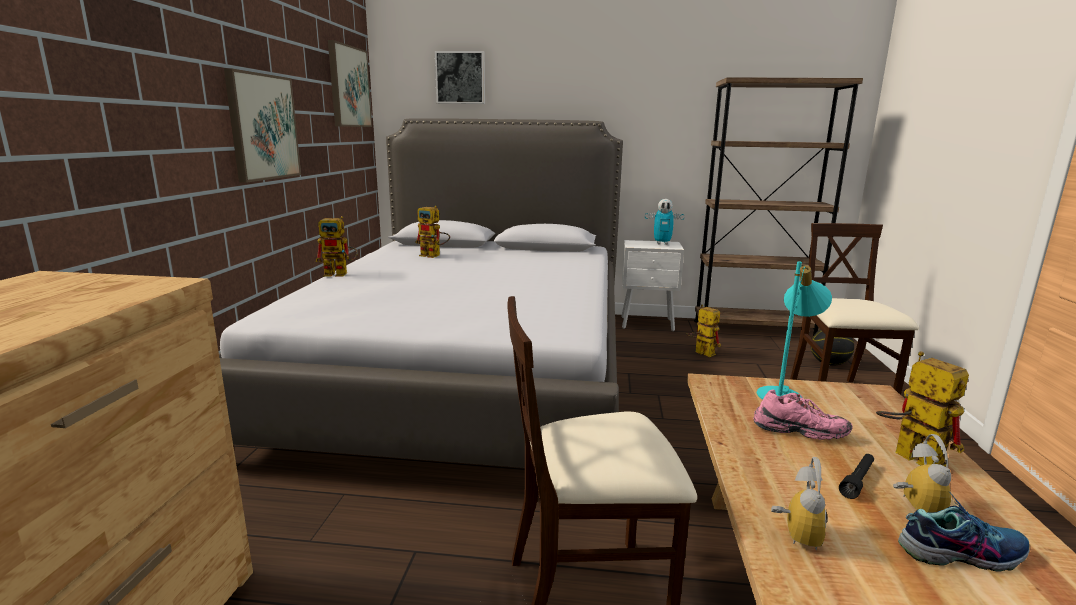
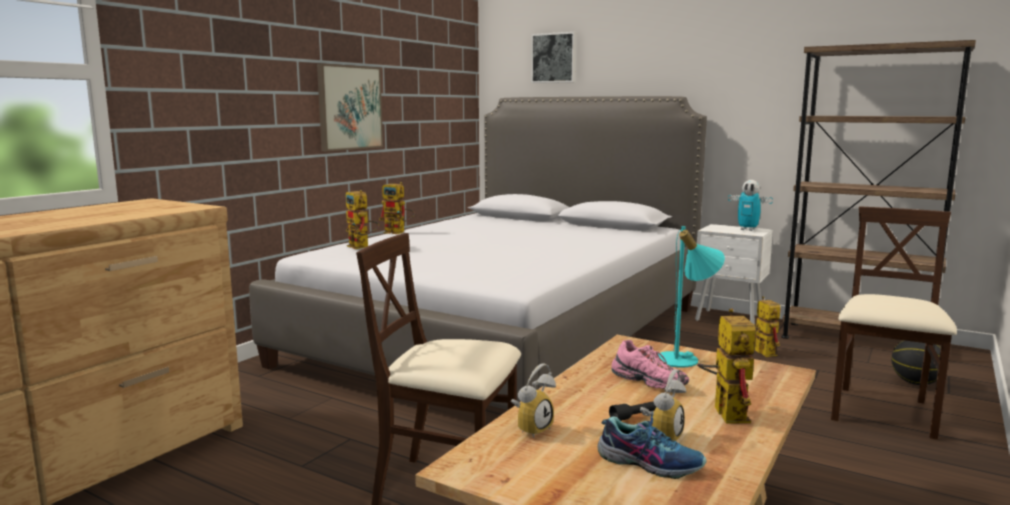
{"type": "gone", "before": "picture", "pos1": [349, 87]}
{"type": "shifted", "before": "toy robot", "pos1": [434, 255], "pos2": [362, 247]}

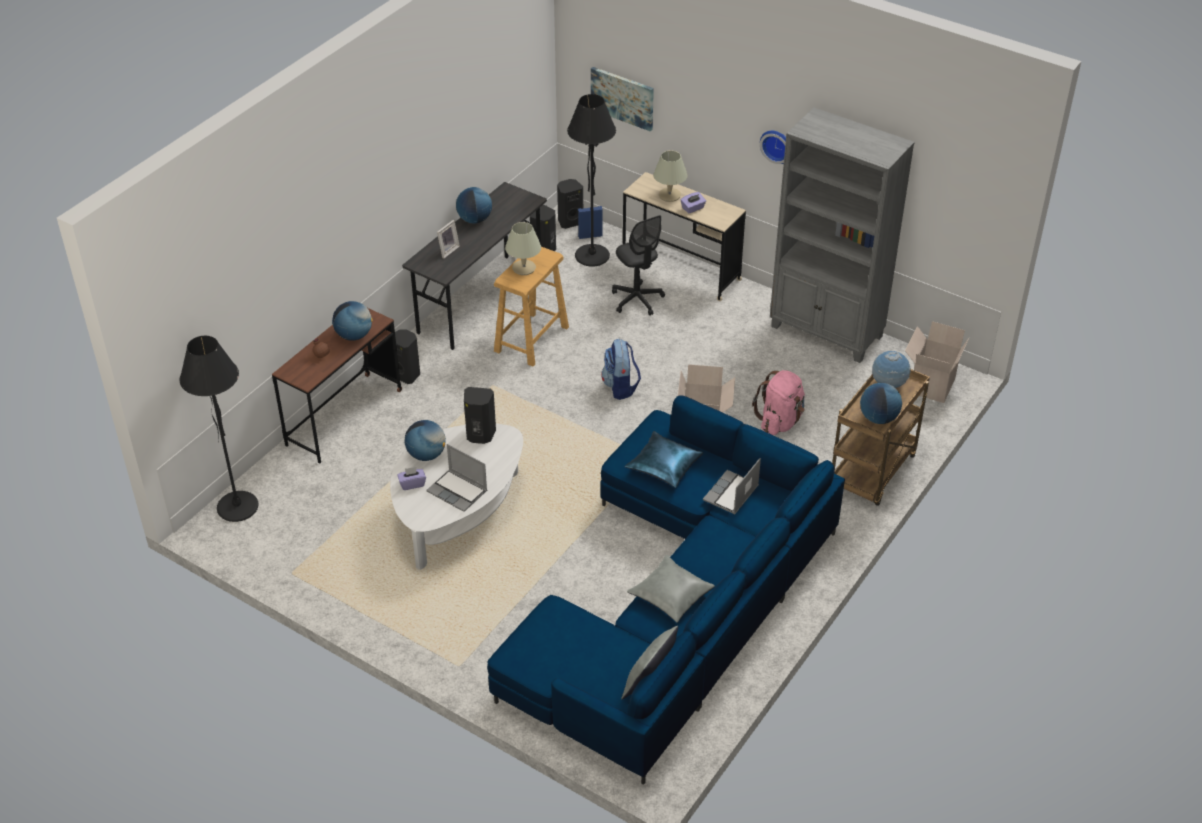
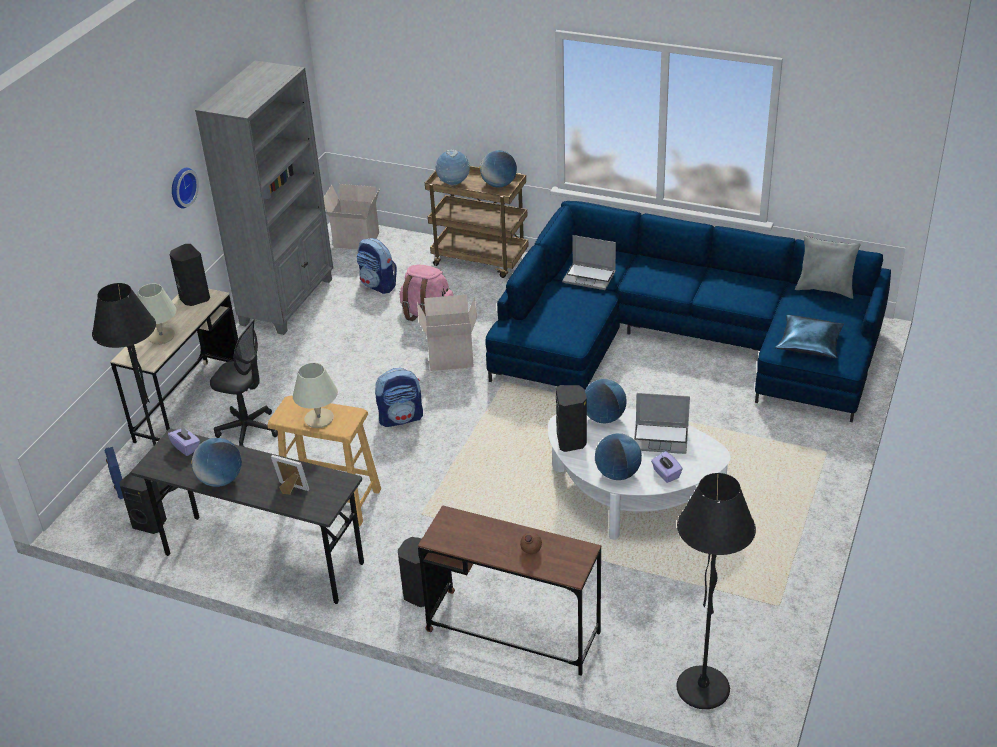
{"type": "shifted", "before": "globe", "pos1": [354, 335], "pos2": [603, 418]}
{"type": "rotated", "before": "laptop", "pos1": [458, 491], "pos2": [661, 439], "turn": 75}
{"type": "shifted", "before": "black speaker", "pos1": [569, 221], "pos2": [194, 298]}
{"type": "gone", "before": "picture", "pos1": [622, 98]}
{"type": "rotated", "before": "black office chair", "pos1": [637, 300], "pos2": [248, 430], "turn": 60}
{"type": "shifted", "before": "blue pillow", "pos1": [663, 466], "pos2": [810, 343]}
{"type": "gone", "before": "grey pillow", "pos1": [670, 595]}
{"type": "shifted", "before": "purple tissue box", "pos1": [693, 208], "pos2": [186, 447]}
{"type": "new", "after": "backpack", "pos2": [378, 285]}

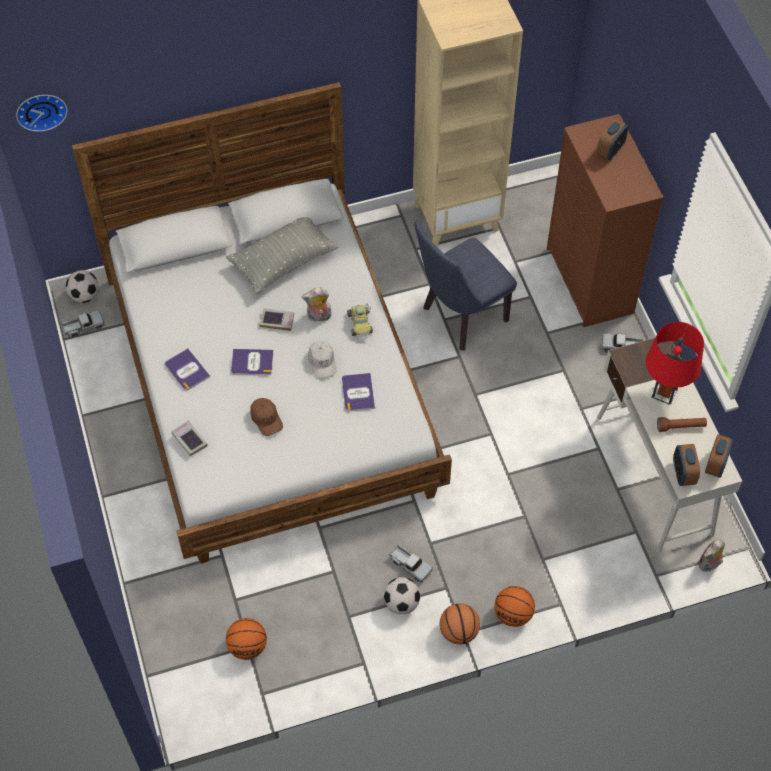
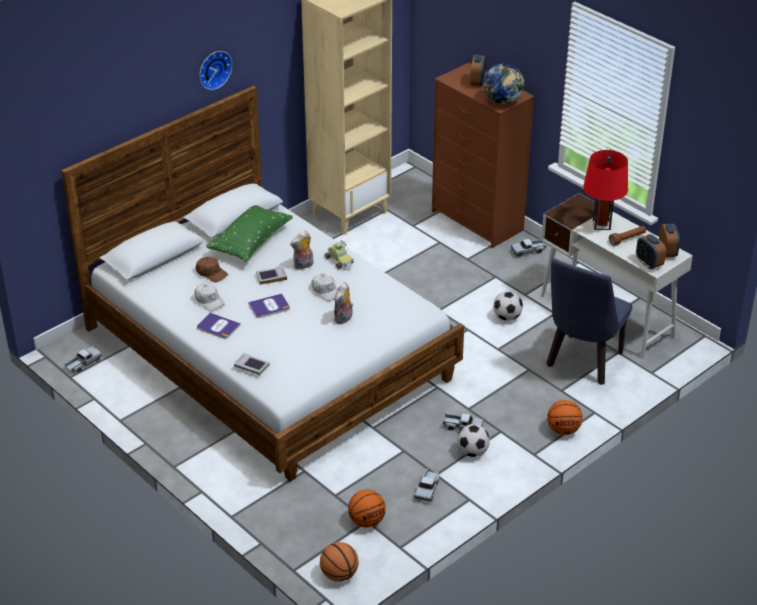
{"type": "shifted", "before": "wall clock", "pos1": [41, 110], "pos2": [213, 69]}
{"type": "shifted", "before": "football", "pos1": [85, 296], "pos2": [507, 317]}
{"type": "repainted", "before": "grey pillow", "after": "green pillow", "pos1": [283, 261], "pos2": [250, 242]}
{"type": "shifted", "before": "brown cap", "pos1": [266, 419], "pos2": [211, 273]}
{"type": "gone", "before": "book", "pos1": [358, 392]}
{"type": "shifted", "before": "blue chair", "pos1": [460, 318], "pos2": [582, 363]}
{"type": "shifted", "before": "basketball", "pos1": [458, 631], "pos2": [339, 574]}
{"type": "shifted", "before": "plush toy", "pos1": [709, 565], "pos2": [344, 319]}
{"type": "new", "after": "white cap", "pos2": [209, 300]}
{"type": "new", "after": "toy truck", "pos2": [427, 489]}
{"type": "new", "after": "globe", "pos2": [503, 101]}

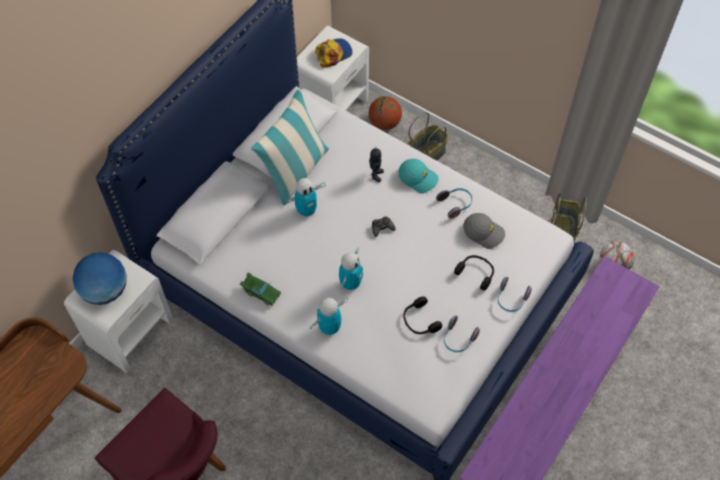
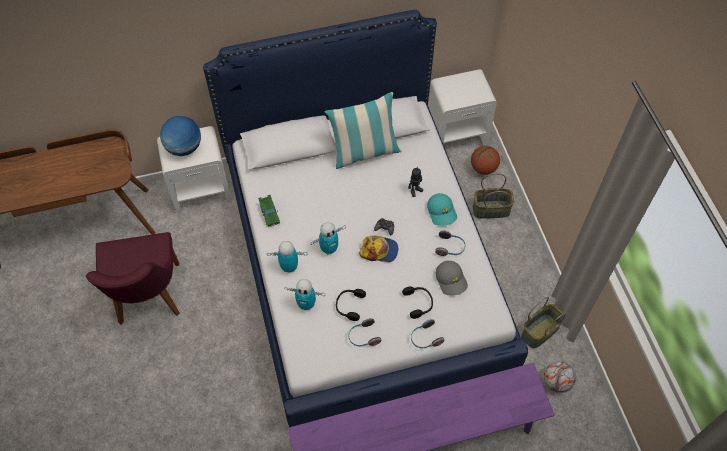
{"type": "shifted", "before": "toy robot", "pos1": [306, 211], "pos2": [306, 304]}
{"type": "shifted", "before": "cap", "pos1": [333, 54], "pos2": [379, 250]}

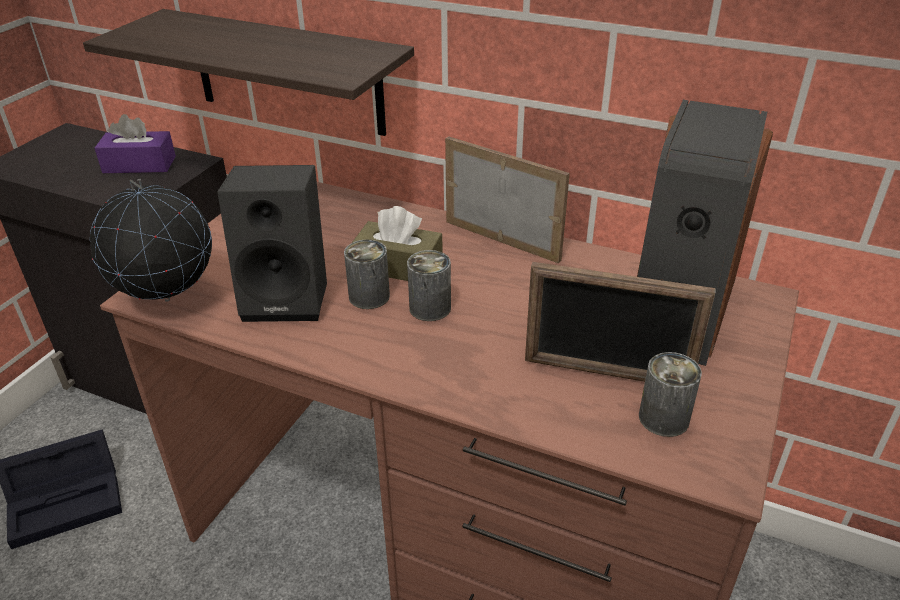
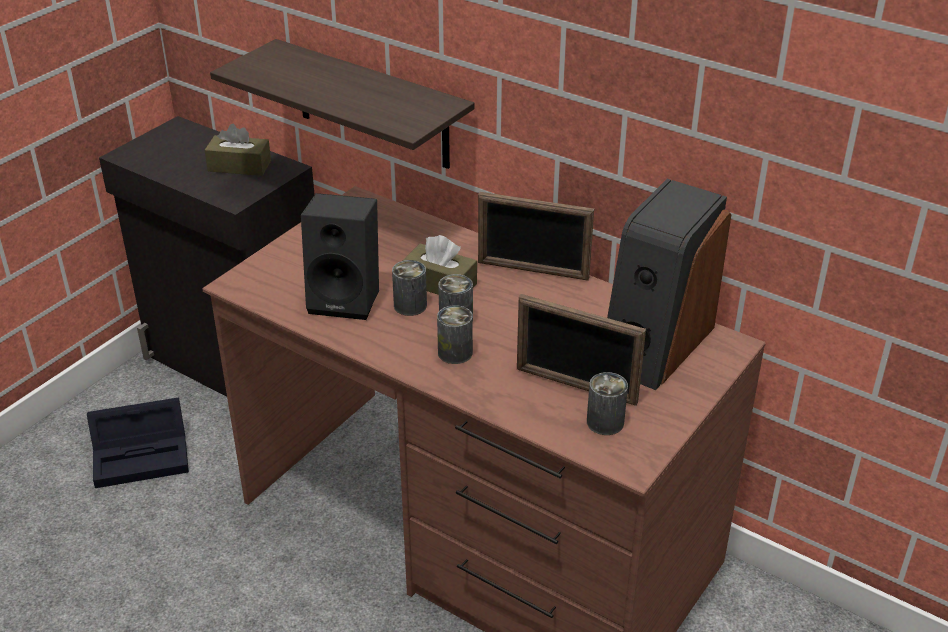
{"type": "gone", "before": "globe", "pos1": [169, 301]}
{"type": "repainted", "before": "purple tissue box", "after": "brown tissue box", "pos1": [139, 165], "pos2": [239, 166]}
{"type": "rotated", "before": "picture frame", "pos1": [502, 240], "pos2": [533, 270], "turn": 150}
{"type": "new", "after": "can", "pos2": [455, 353]}

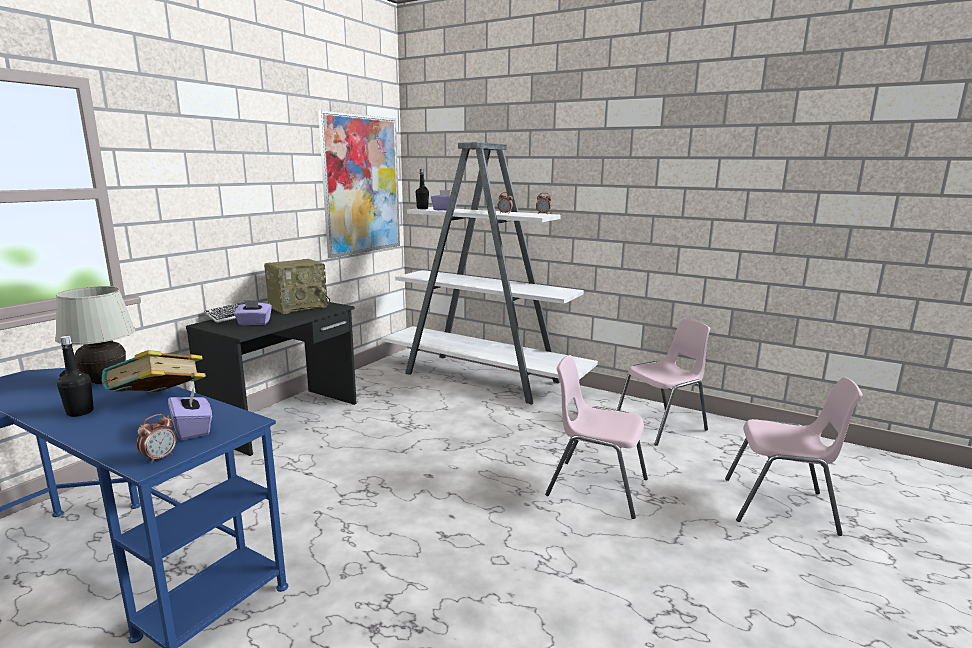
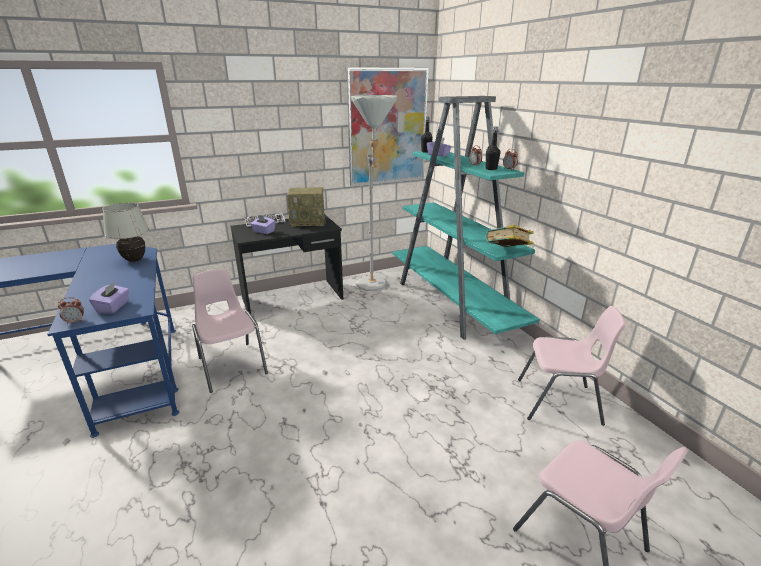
{"type": "shifted", "before": "black bottle", "pos1": [80, 412], "pos2": [491, 169]}
{"type": "shifted", "before": "book", "pos1": [158, 401], "pos2": [507, 252]}
{"type": "repainted", "before": "white bookcase", "after": "turquoise bookcase", "pos1": [484, 378], "pos2": [452, 304]}
{"type": "shifted", "before": "pink chair", "pos1": [595, 487], "pos2": [231, 365]}
{"type": "new", "after": "grey floor lamp", "pos2": [374, 287]}

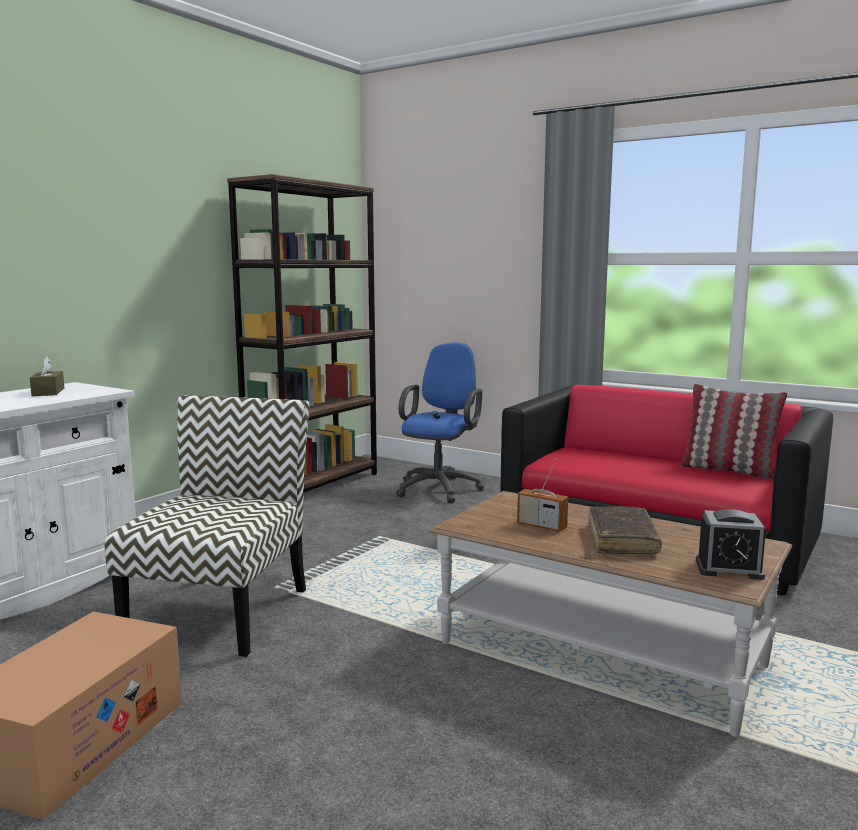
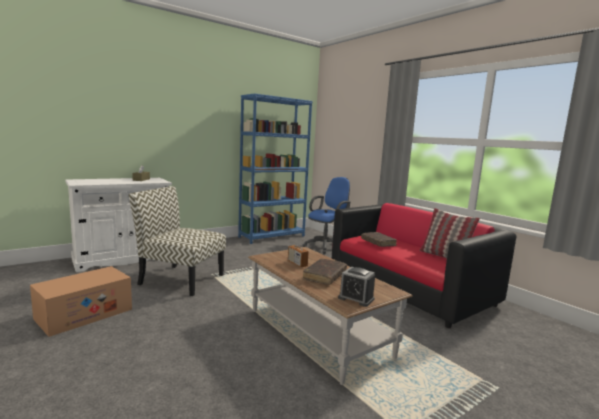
{"type": "rotated", "before": "chair", "pos1": [220, 612], "pos2": [180, 279], "turn": -105}
{"type": "repainted", "before": "brown bookcase", "after": "blue bookcase", "pos1": [314, 485], "pos2": [272, 236]}
{"type": "new", "after": "brown book", "pos2": [378, 243]}

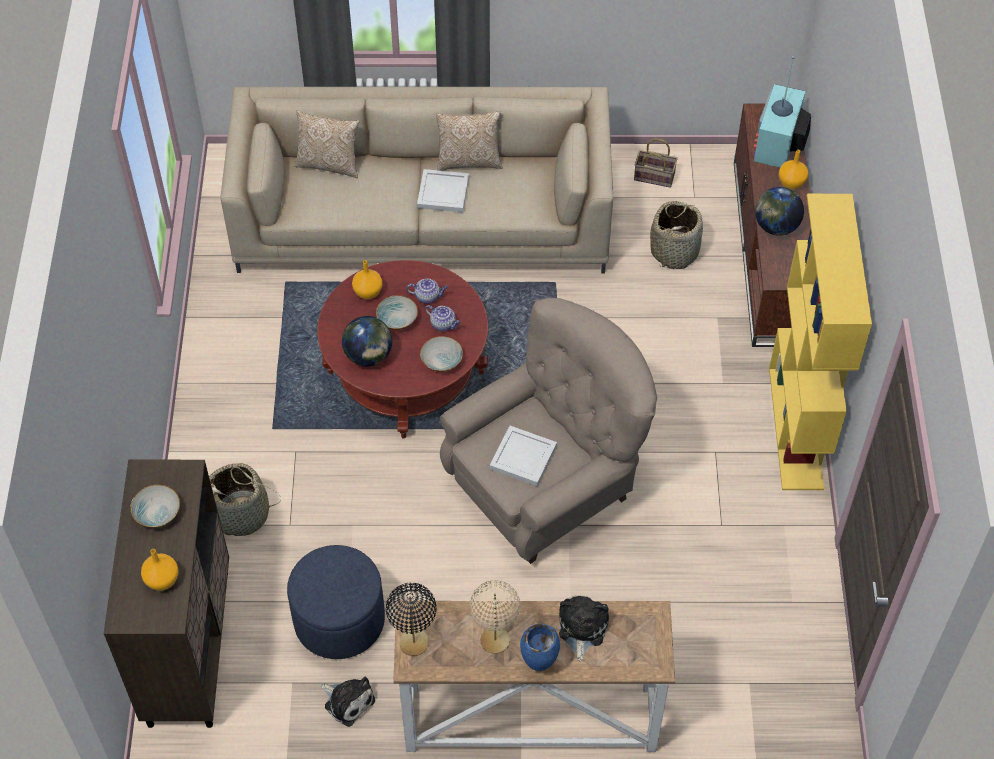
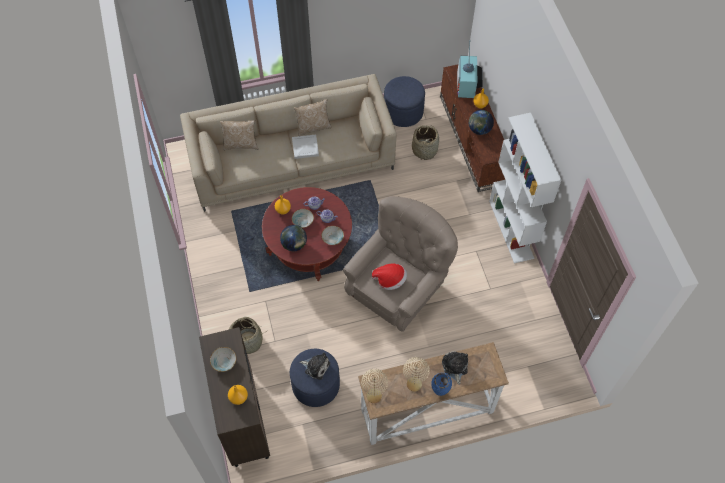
{"type": "shifted", "before": "plush toy", "pos1": [347, 701], "pos2": [316, 367]}
{"type": "repainted", "before": "black table lamp", "after": "beige table lamp", "pos1": [414, 642], "pos2": [374, 395]}
{"type": "swapped", "before": "white tray", "after": "hat", "pos1": [522, 456], "pos2": [390, 280]}
{"type": "swapped", "before": "basket", "after": "blue ottoman", "pos1": [655, 176], "pos2": [403, 112]}
{"type": "repainted", "before": "yellow bookcase", "after": "white bookcase", "pos1": [796, 428], "pos2": [511, 229]}

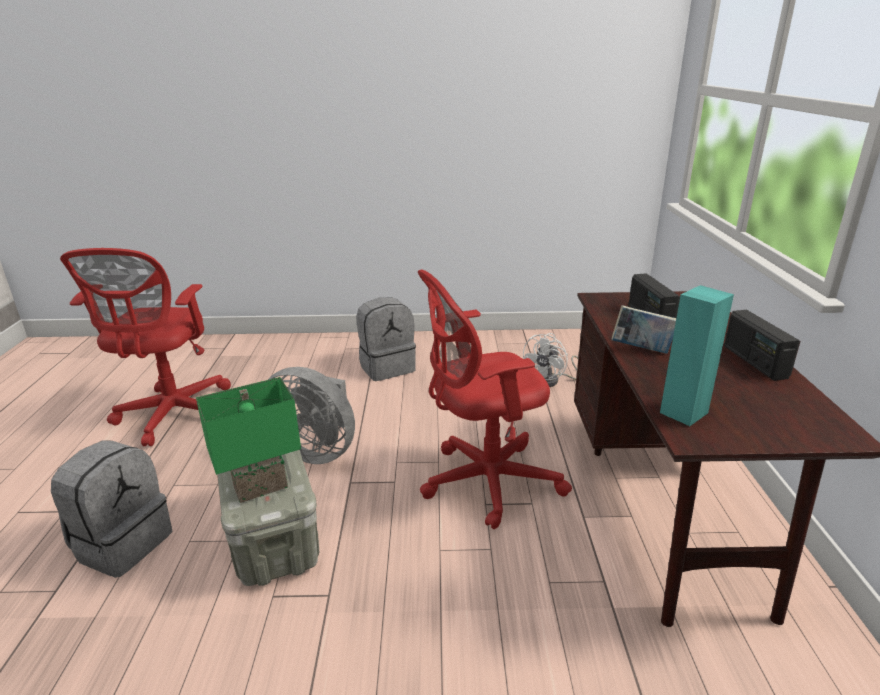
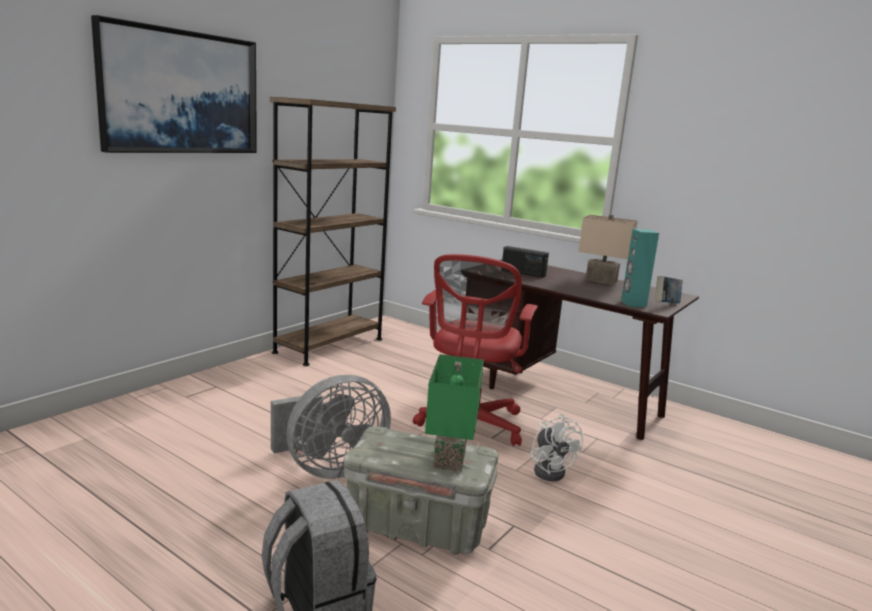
{"type": "gone", "before": "red office chair", "pos1": [172, 415]}
{"type": "gone", "before": "grey backpack", "pos1": [387, 367]}
{"type": "shifted", "before": "white fan", "pos1": [551, 381], "pos2": [551, 470]}
{"type": "shifted", "before": "book", "pos1": [641, 350], "pos2": [666, 305]}
{"type": "swapped", "before": "radio", "after": "beige table lamp", "pos1": [754, 362], "pos2": [602, 280]}
{"type": "new", "after": "picture", "pos2": [181, 92]}
{"type": "new", "after": "brown bookcase", "pos2": [329, 345]}

